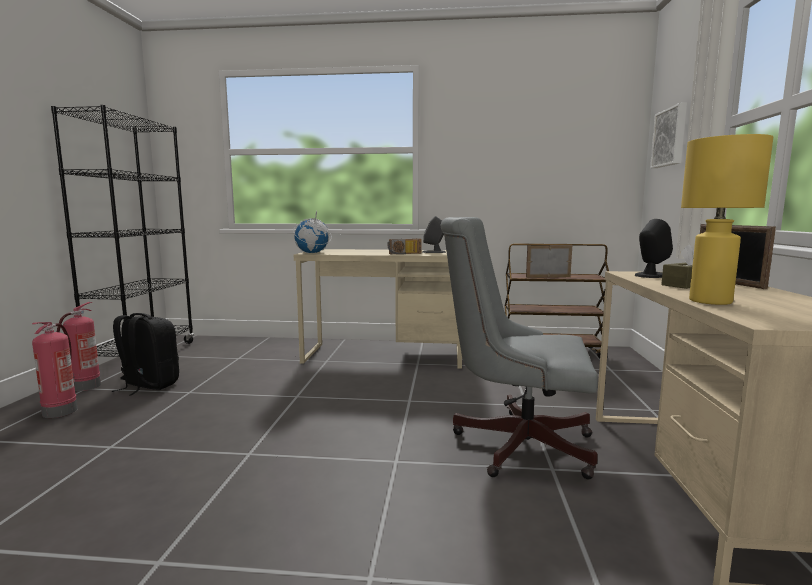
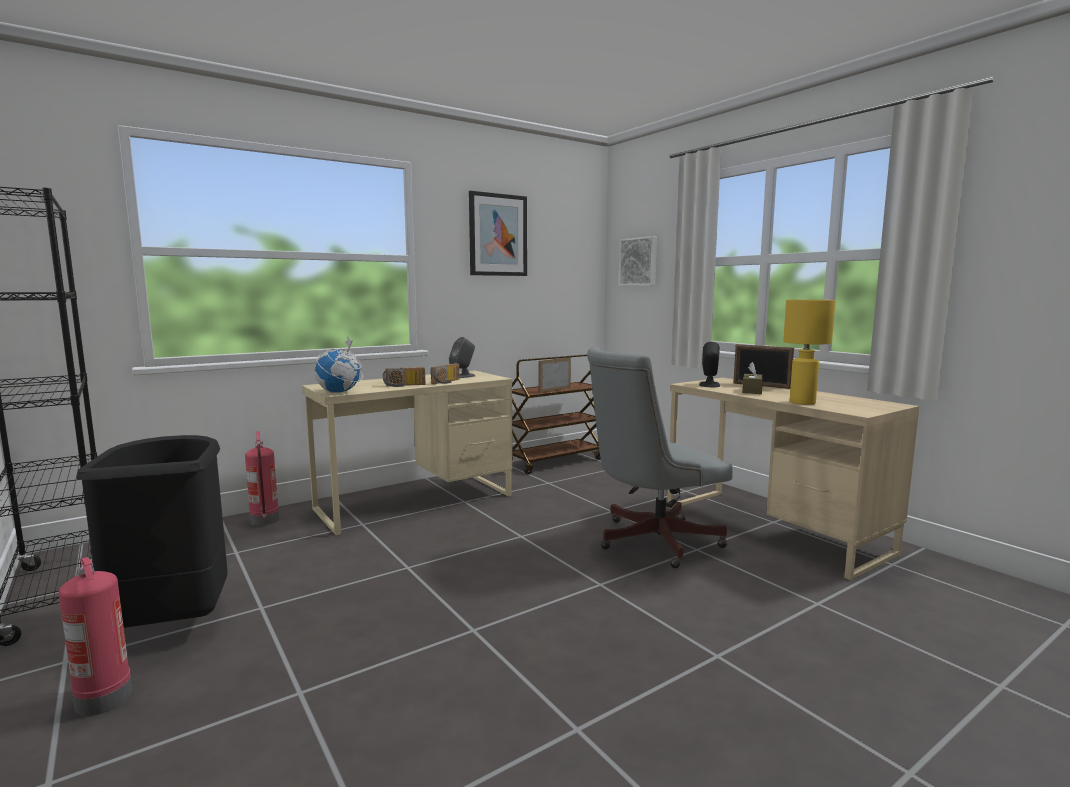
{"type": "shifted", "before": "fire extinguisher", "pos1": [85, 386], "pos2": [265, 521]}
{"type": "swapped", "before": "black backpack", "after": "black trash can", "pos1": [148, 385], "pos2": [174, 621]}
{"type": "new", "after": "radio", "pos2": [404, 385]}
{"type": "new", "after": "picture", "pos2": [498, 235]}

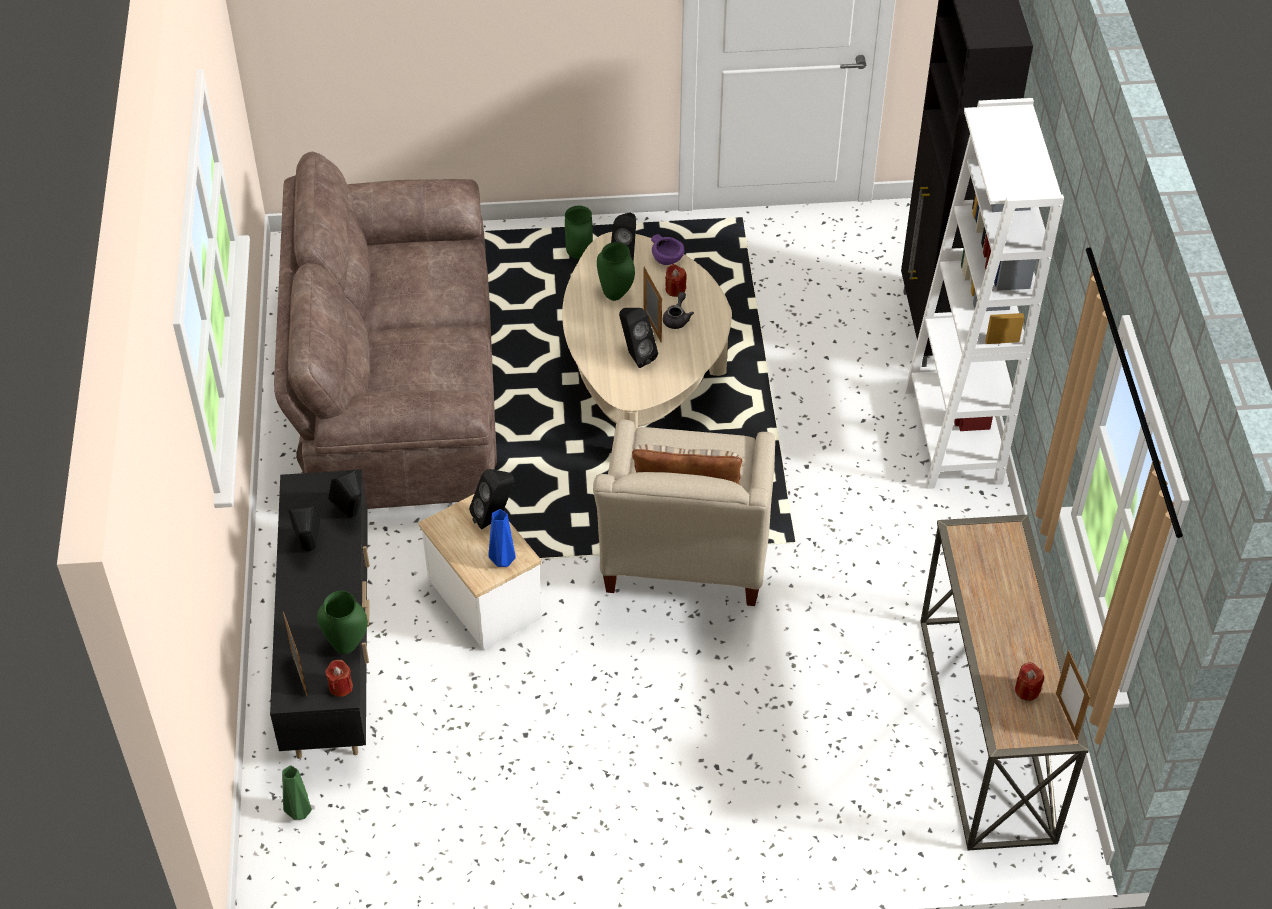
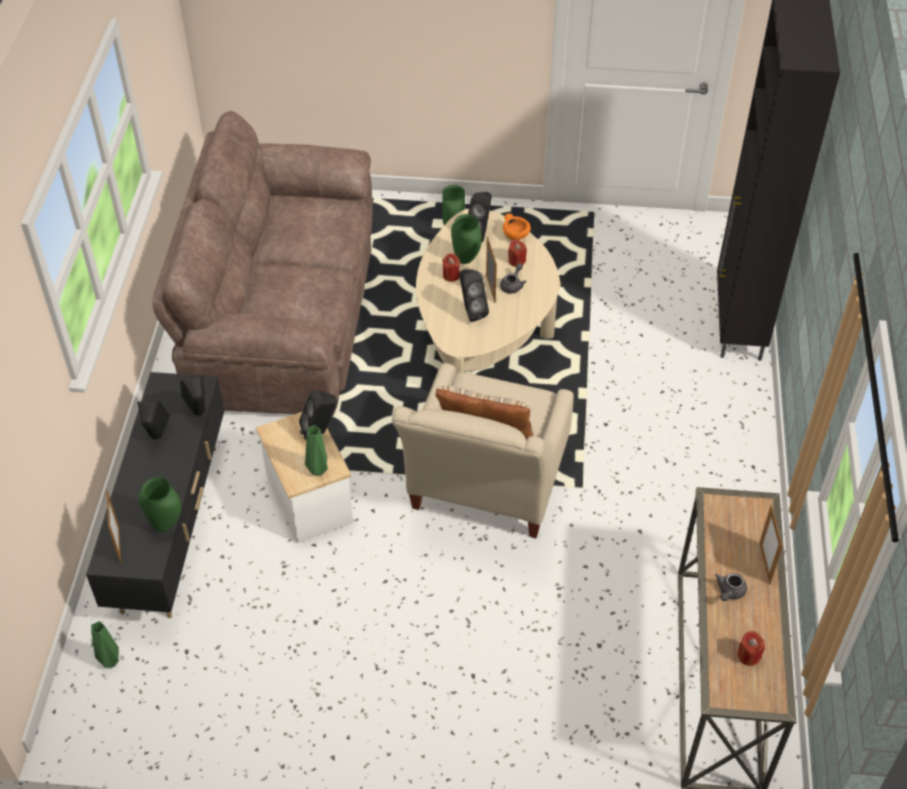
{"type": "shifted", "before": "red candle", "pos1": [340, 687], "pos2": [451, 275]}
{"type": "repainted", "before": "blue vase", "after": "green vase", "pos1": [502, 562], "pos2": [317, 471]}
{"type": "repainted", "before": "purple bowl", "after": "orange bowl", "pos1": [667, 258], "pos2": [516, 235]}
{"type": "gone", "before": "white bookcase", "pos1": [952, 436]}
{"type": "shifted", "before": "picture frame", "pos1": [1066, 716], "pos2": [764, 563]}
{"type": "new", "after": "grey teapot", "pos2": [729, 592]}

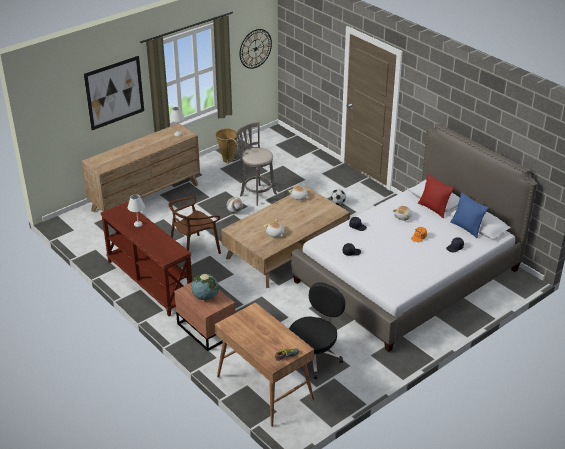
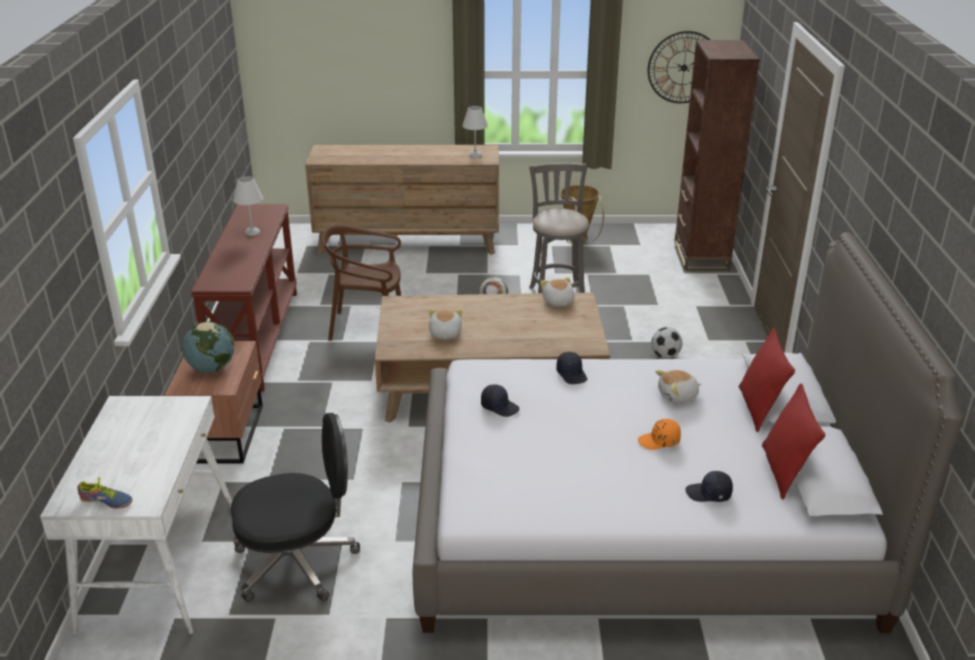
{"type": "gone", "before": "picture", "pos1": [114, 92]}
{"type": "repainted", "before": "brown desk", "after": "white desk", "pos1": [264, 388], "pos2": [159, 565]}
{"type": "repainted", "before": "blue pillow", "after": "red pillow", "pos1": [466, 228], "pos2": [783, 471]}
{"type": "new", "after": "brown bookcase", "pos2": [701, 255]}

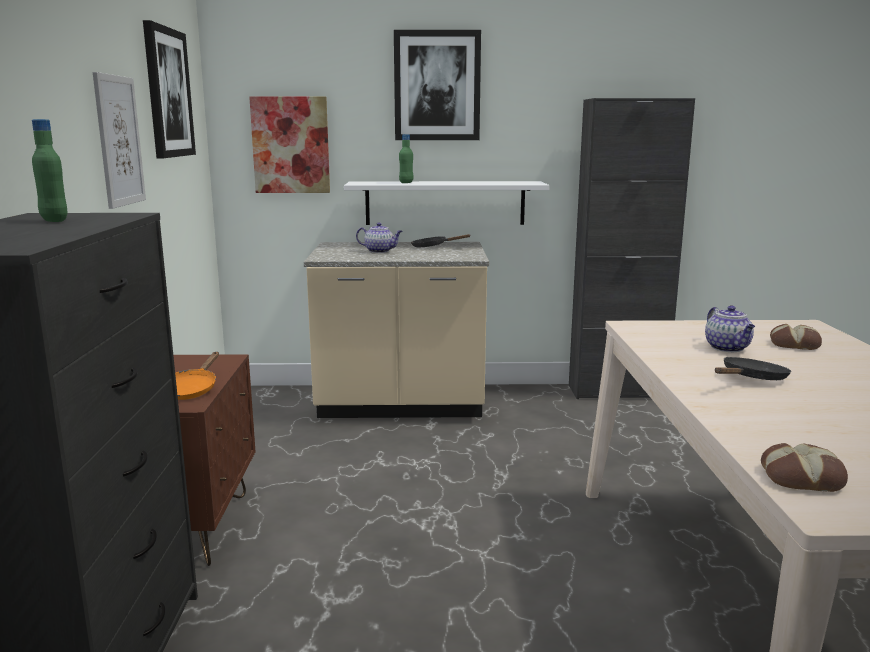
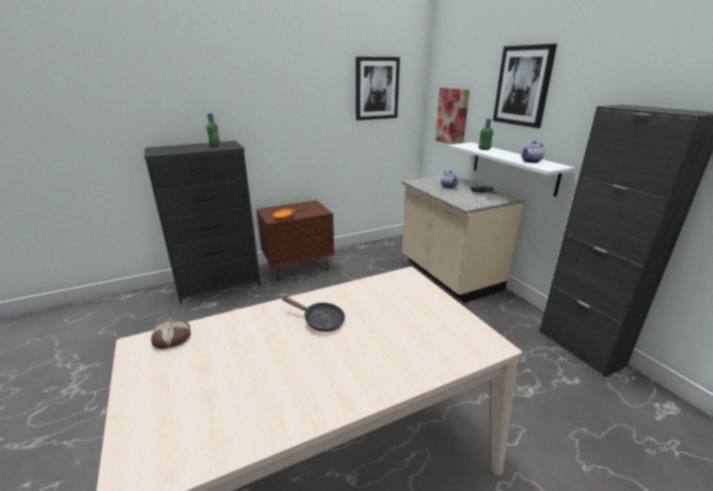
{"type": "gone", "before": "picture", "pos1": [119, 141]}
{"type": "shifted", "before": "teapot", "pos1": [728, 348], "pos2": [531, 161]}
{"type": "gone", "before": "bread", "pos1": [794, 344]}

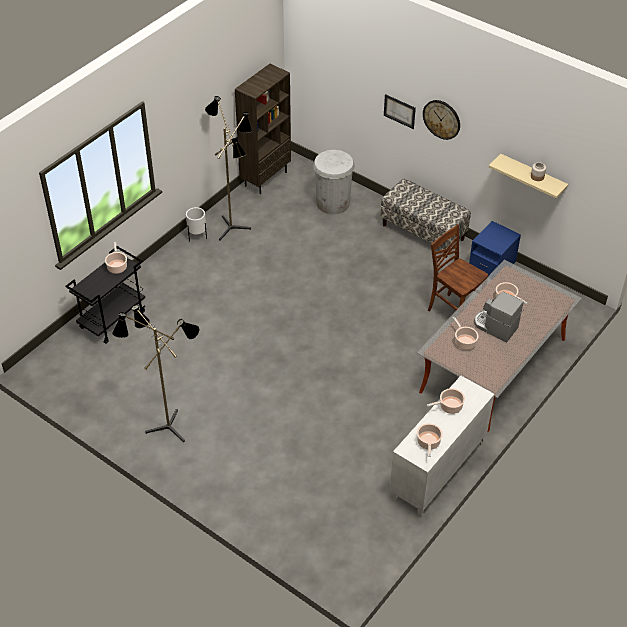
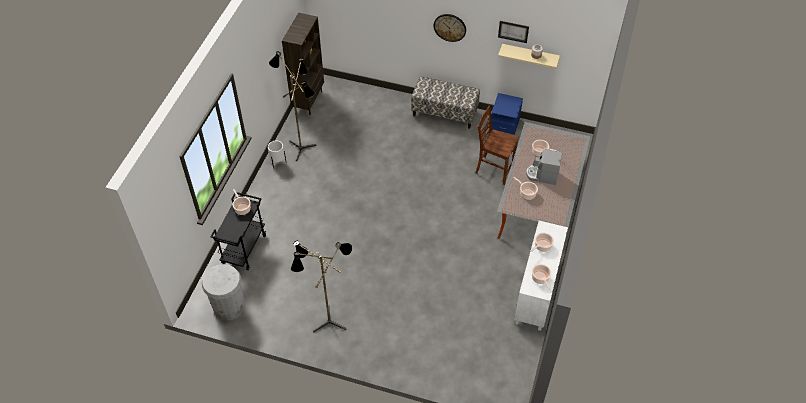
{"type": "shifted", "before": "white trash can", "pos1": [333, 203], "pos2": [229, 306]}
{"type": "shifted", "before": "picture", "pos1": [399, 111], "pos2": [513, 31]}

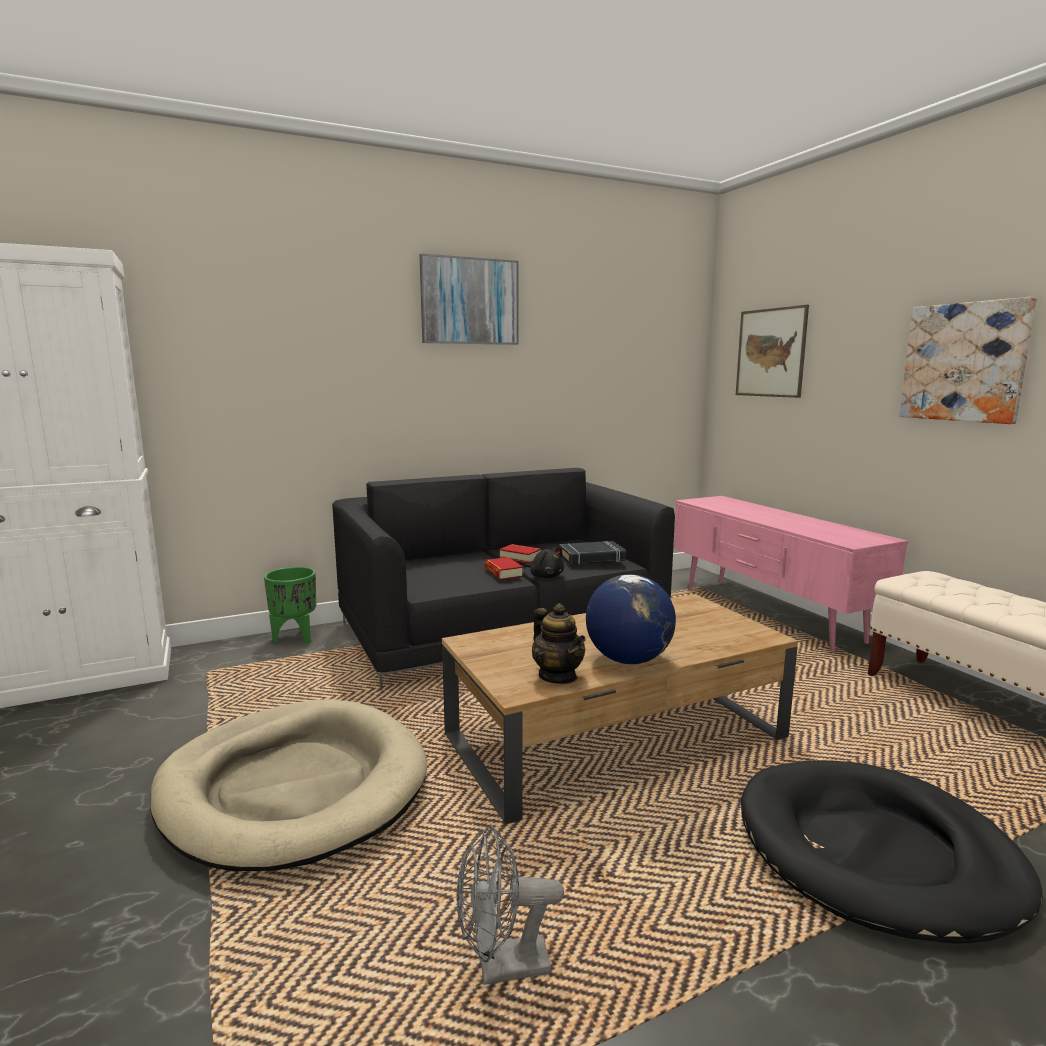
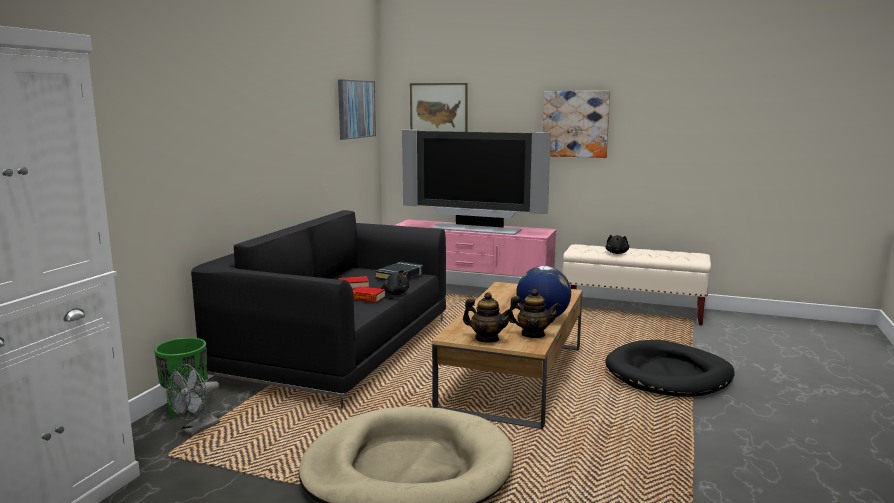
{"type": "shifted", "before": "picture", "pos1": [469, 301], "pos2": [355, 109]}
{"type": "shifted", "before": "grey fan", "pos1": [502, 967], "pos2": [196, 430]}
{"type": "new", "after": "television", "pos2": [475, 229]}
{"type": "new", "after": "teapot", "pos2": [487, 339]}
{"type": "new", "after": "black plush toy", "pos2": [617, 253]}

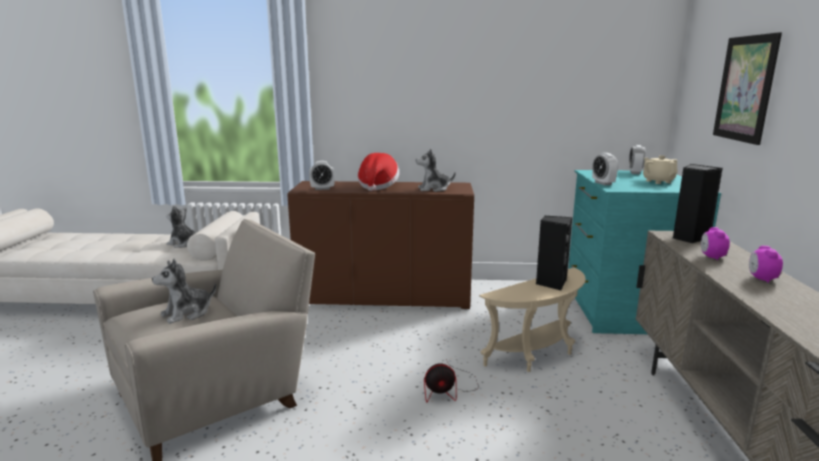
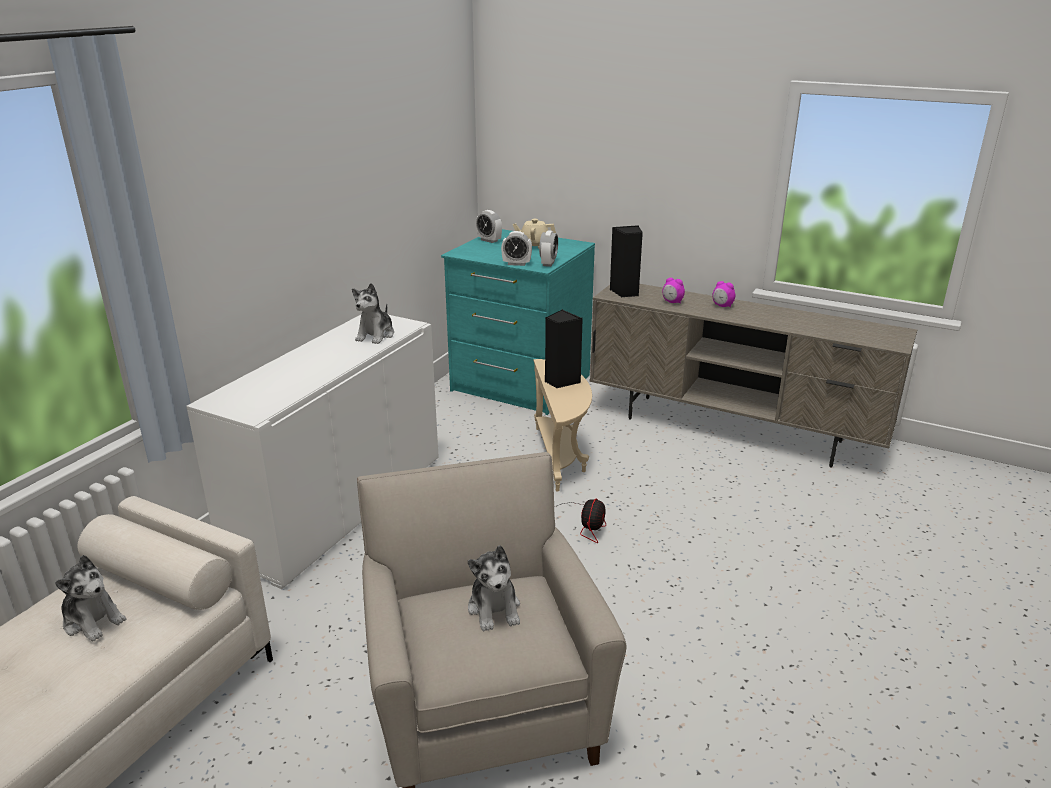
{"type": "rotated", "before": "plush toy", "pos1": [183, 244], "pos2": [93, 620], "turn": -105}
{"type": "repainted", "before": "brown cabinet", "after": "white cabinet", "pos1": [384, 296], "pos2": [339, 507]}
{"type": "shifted", "before": "alarm clock", "pos1": [322, 189], "pos2": [548, 263]}
{"type": "gone", "before": "hat", "pos1": [378, 186]}
{"type": "gone", "before": "picture", "pos1": [745, 89]}

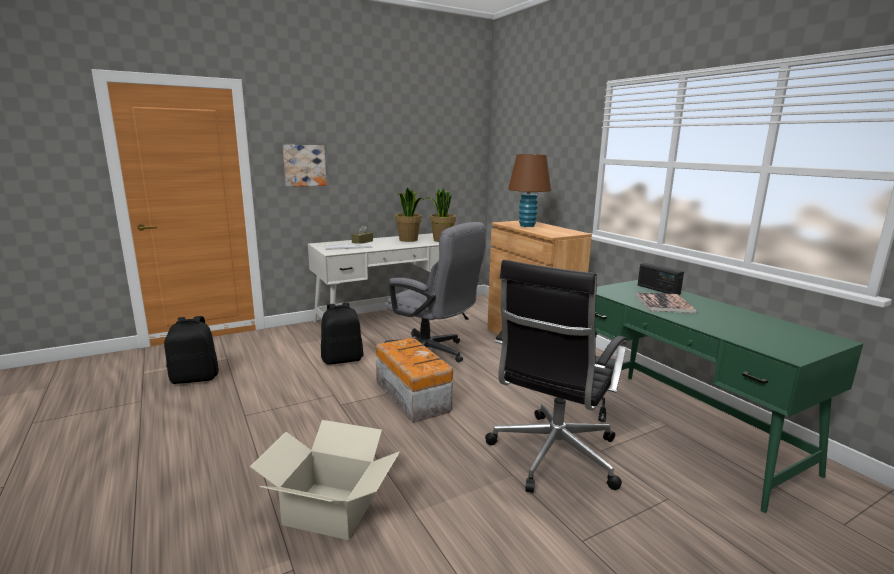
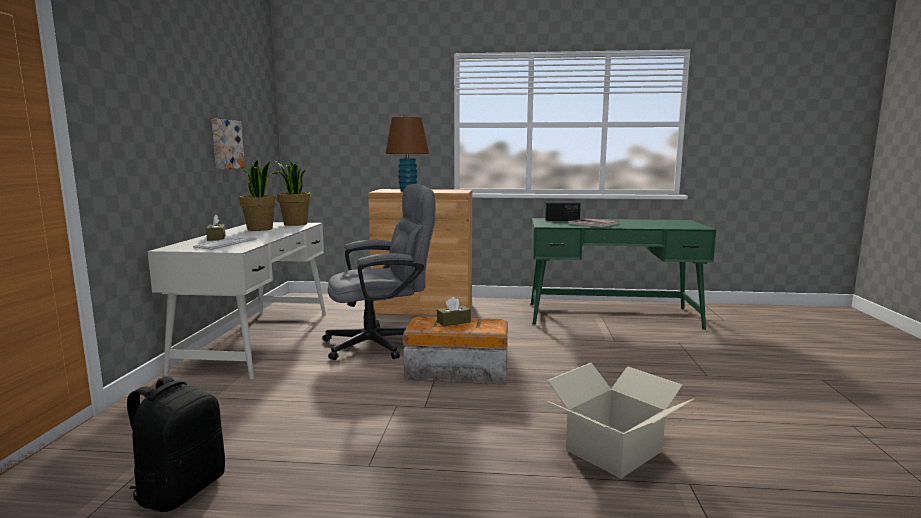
{"type": "shifted", "before": "picture", "pos1": [304, 165], "pos2": [226, 144]}
{"type": "gone", "before": "black backpack", "pos1": [342, 359]}
{"type": "gone", "before": "black office chair", "pos1": [552, 456]}
{"type": "new", "after": "brown tissue box", "pos2": [453, 322]}

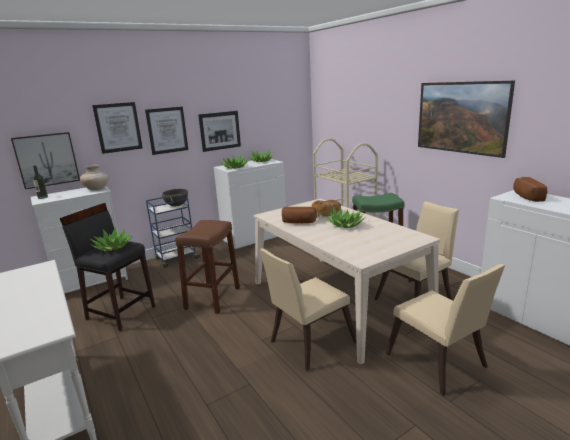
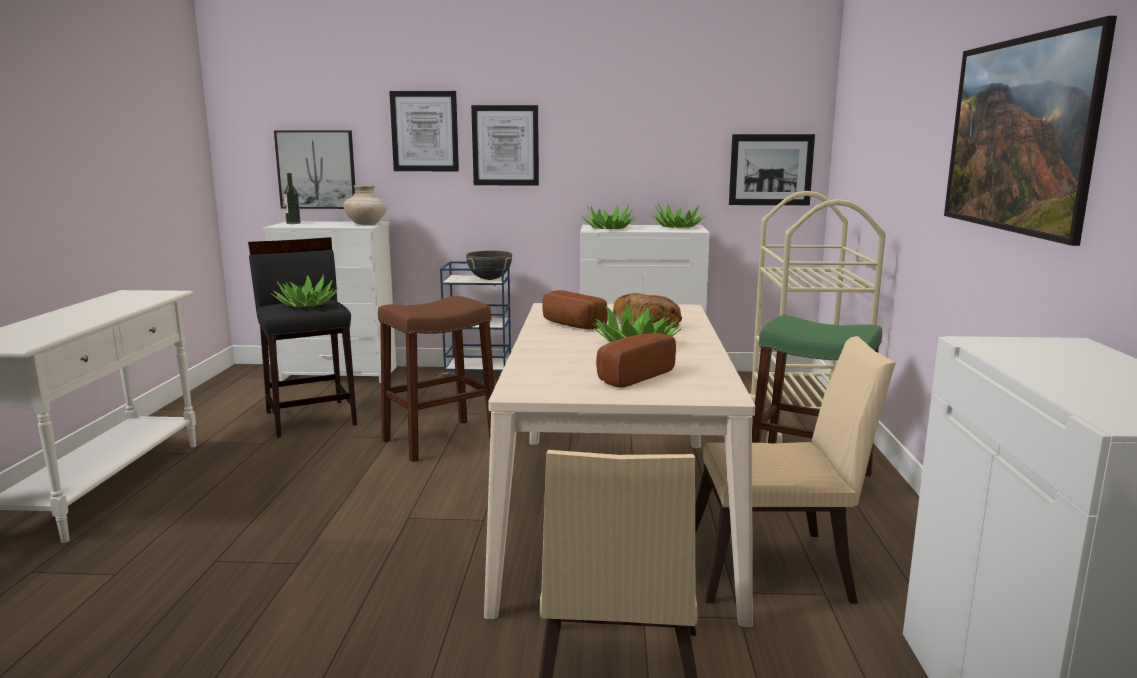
{"type": "shifted", "before": "picture", "pos1": [220, 131], "pos2": [771, 170]}
{"type": "gone", "before": "beige chair", "pos1": [308, 344]}
{"type": "shifted", "before": "bread", "pos1": [525, 197], "pos2": [631, 376]}

